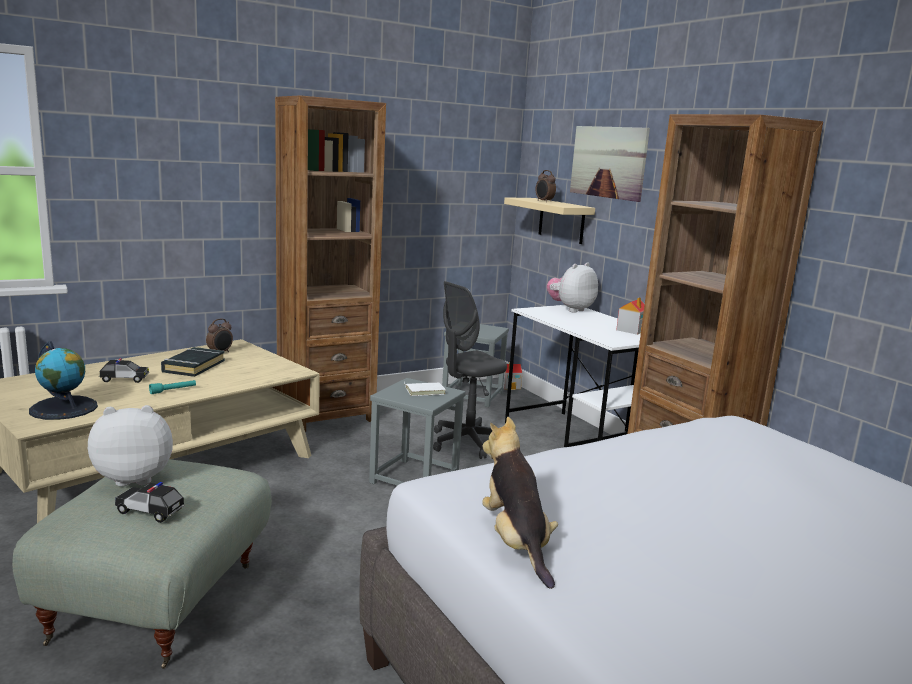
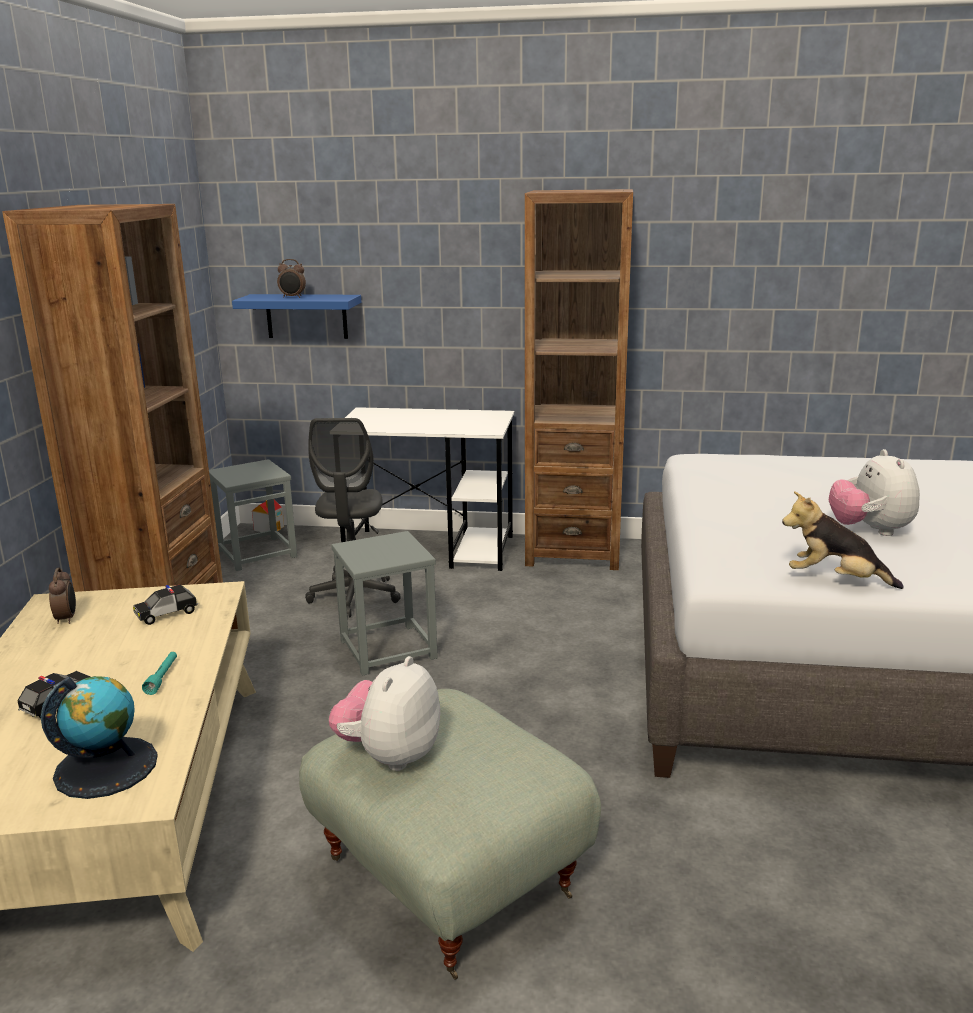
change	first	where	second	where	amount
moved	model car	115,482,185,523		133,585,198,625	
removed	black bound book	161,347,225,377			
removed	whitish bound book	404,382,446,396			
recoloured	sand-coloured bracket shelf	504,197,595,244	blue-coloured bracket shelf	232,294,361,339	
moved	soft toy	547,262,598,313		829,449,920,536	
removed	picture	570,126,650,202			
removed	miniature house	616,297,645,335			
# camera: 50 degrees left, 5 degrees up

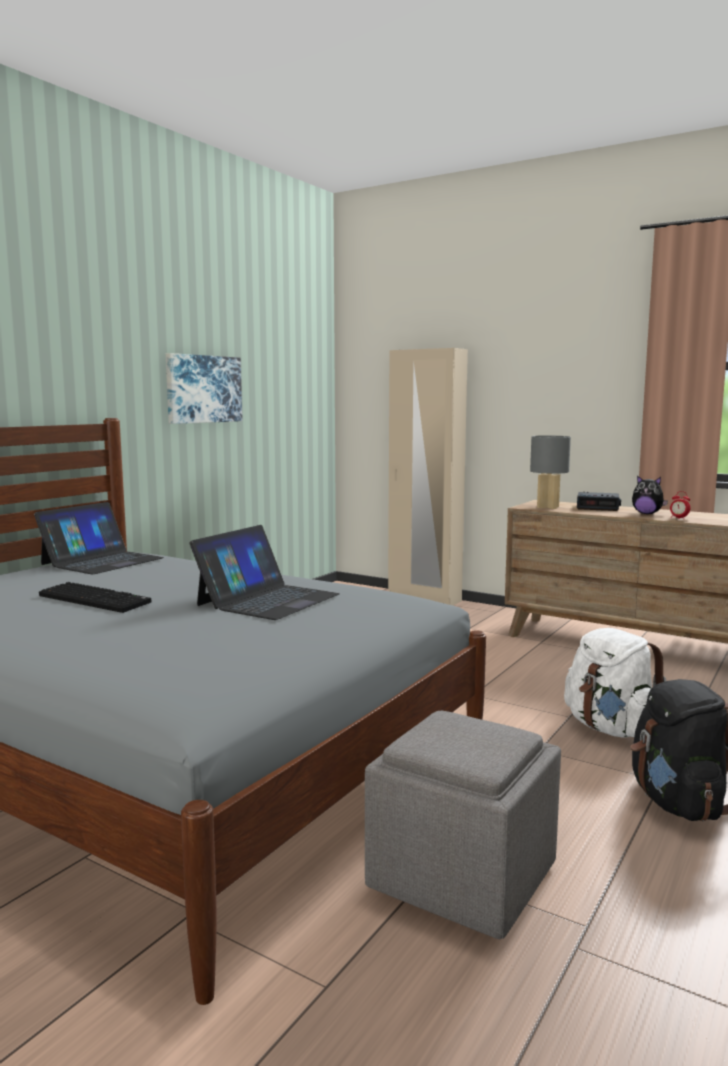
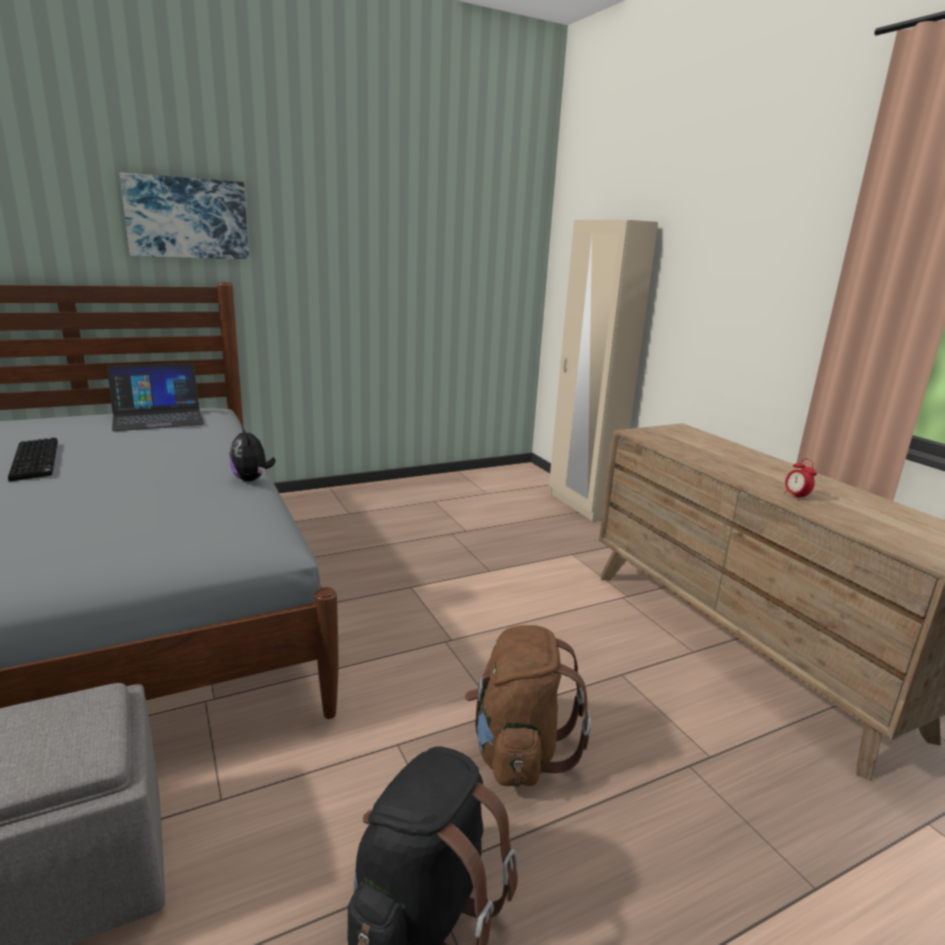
change	first	where	second	where	amount
moved	picture	166,353,242,424		120,172,249,259	
removed	notebook computer	189,525,340,620			
removed	greyish lamp for a table	530,436,571,509			
recoloured	whitish rucksack	564,628,666,738	brownish rucksack	465,625,591,787	
removed	bedside clock	577,492,621,511			
moved	soft toy	632,476,668,514		229,426,276,481	
# camera: 30 degrees right, 10 degrees up

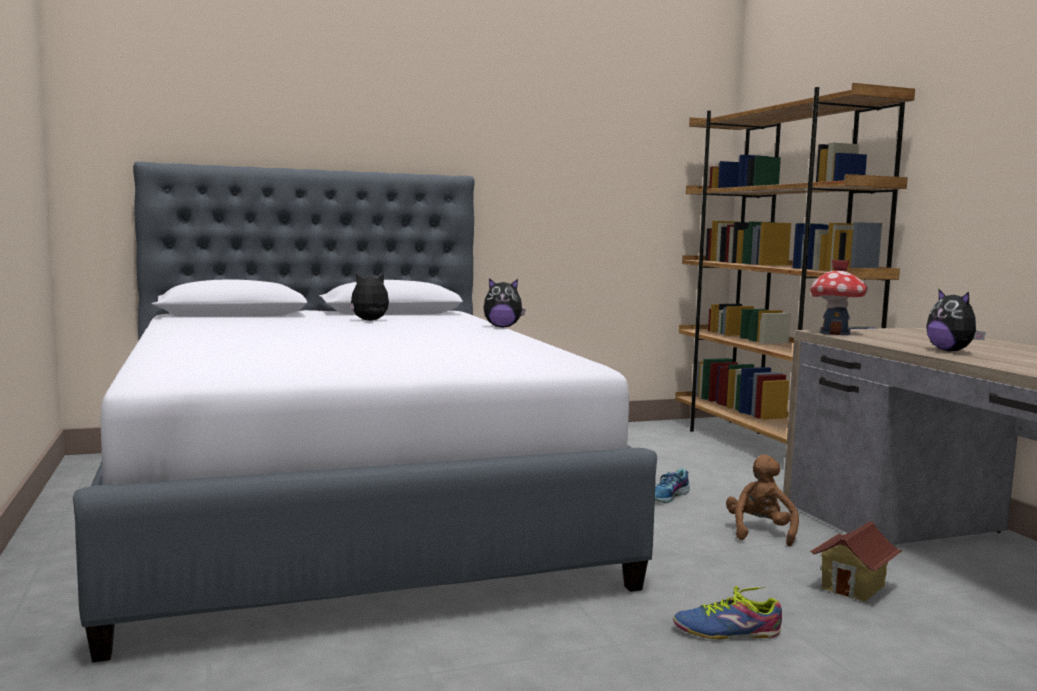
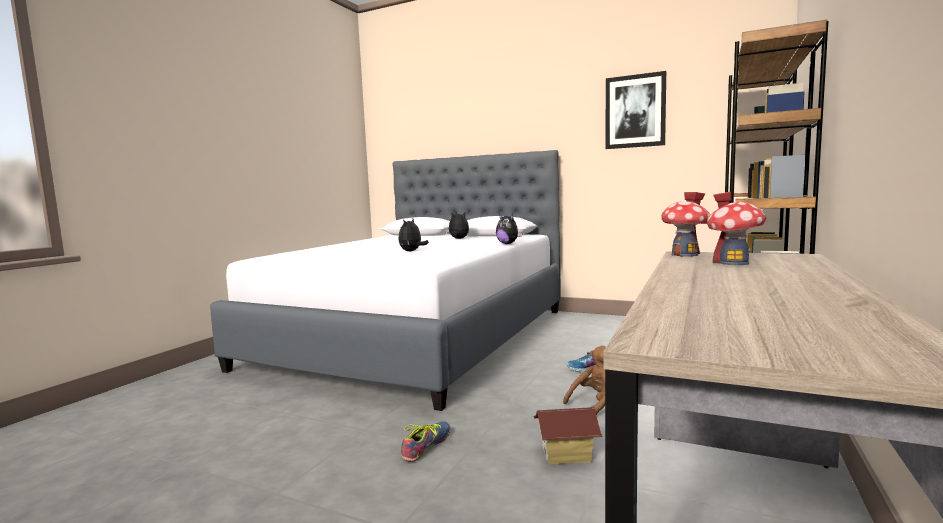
change	first	where	second	where	amount
turned	item of footwear	673,586,782,640		401,421,450,462	75 degrees clockwise
moved	soft toy	926,289,986,351		398,219,429,251	
added			picture	606,71,666,149	
added			miniature house	707,192,766,265	
# camera: 45 degrees right, 0 degrees up

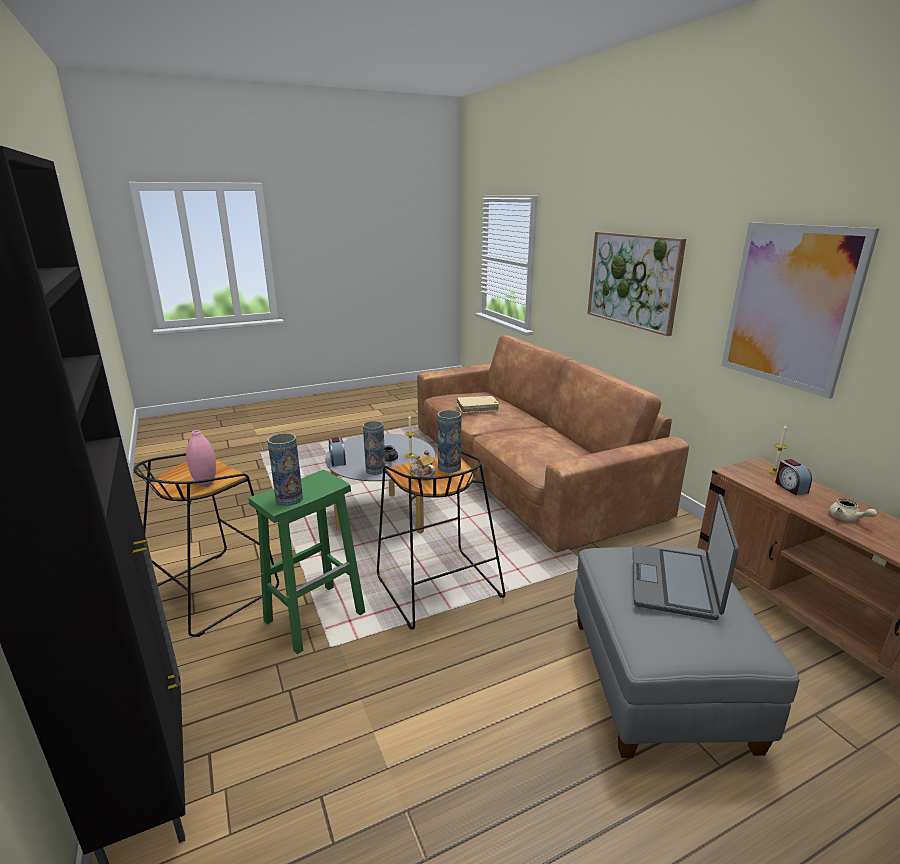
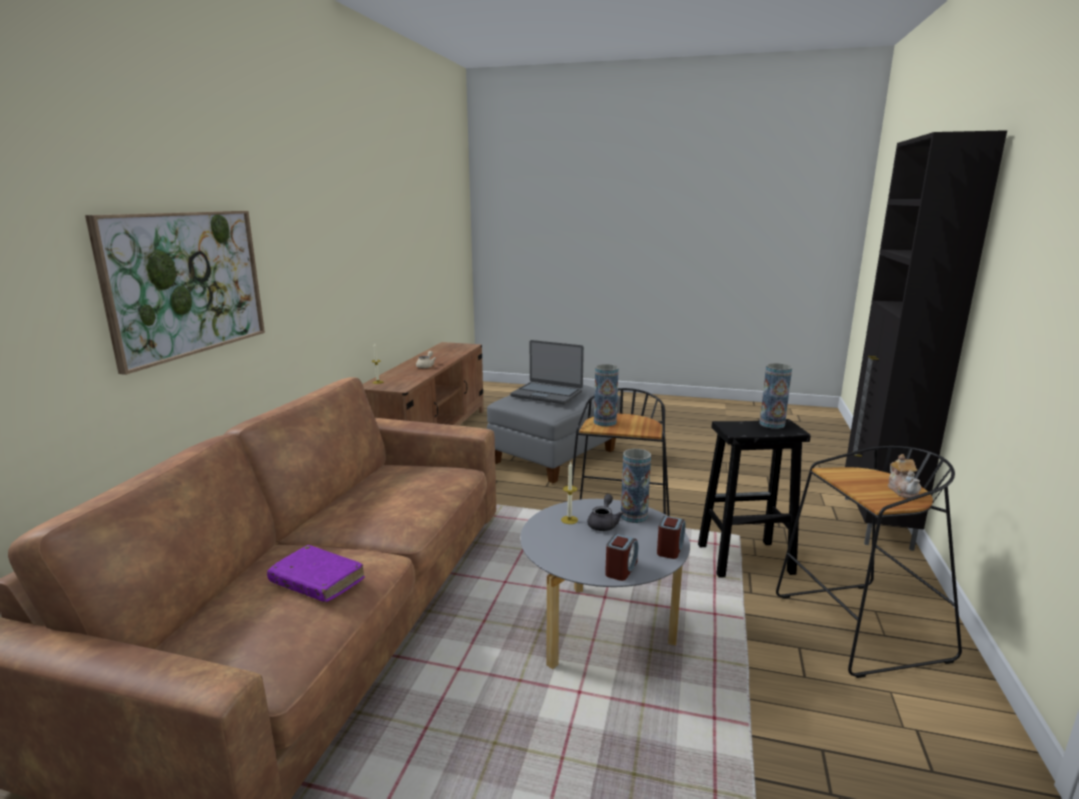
change	first	where	second	where	amount
removed	pink decorative vase	186,430,216,487			
recoloured	greenish stool	248,470,365,654	black stool	698,419,811,578	
moved	teapot	410,450,435,481		888,454,921,498	
recoloured	sand-coloured bound book	457,396,499,413	purplish bound book	267,545,365,602	
turned	notebook computer	633,494,739,620		510,340,584,404	60 degrees clockwise
removed	picture	721,222,879,399			
moved	bedside clock	775,459,812,495		605,534,639,581	
# camera: 140 degrees left, 5 degrees down

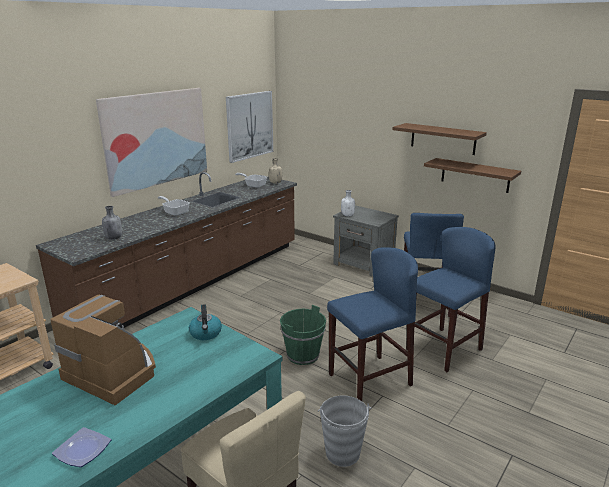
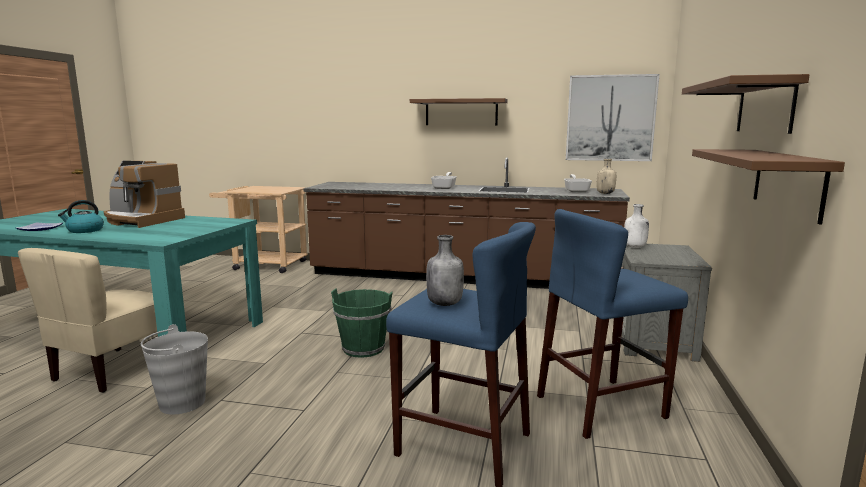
change	first	where	second	where	amount
turned	coffee brewer	50,295,156,405		104,161,185,228	105 degrees clockwise
replaced	picture	96,88,207,197	brownish bracket shelf	410,98,508,125	
moved	greyish bottle	102,206,122,240		426,235,464,306	
moved	kettle	189,304,222,340		58,200,104,233	
removed	blue-coloured stool	327,247,418,401			
# camera: 65 degrees right, 10 degrees down

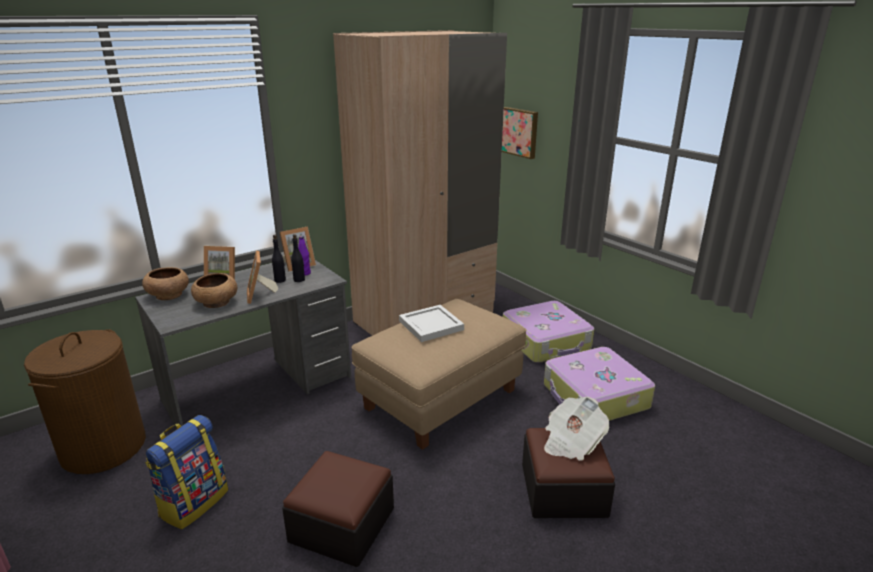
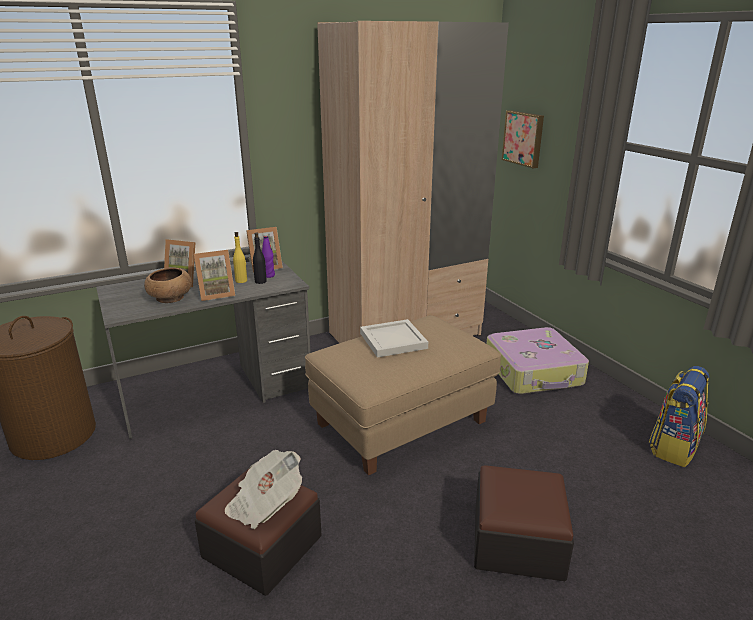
change	first	where	second	where	amount
removed	brownish bowl	142,267,189,300			
moved	rucksack	145,415,228,529		649,366,709,467	
turned	photo frame	247,251,279,304		194,250,235,301	105 degrees counterclockwise
recoloured	black bottle	272,235,286,283	yellow-coloured bottle	233,232,247,283	
removed	travel case	544,347,655,421			
moved	daily paper	544,397,609,461		225,450,302,529	
# camera: 10 degrees right, 0 degrees up

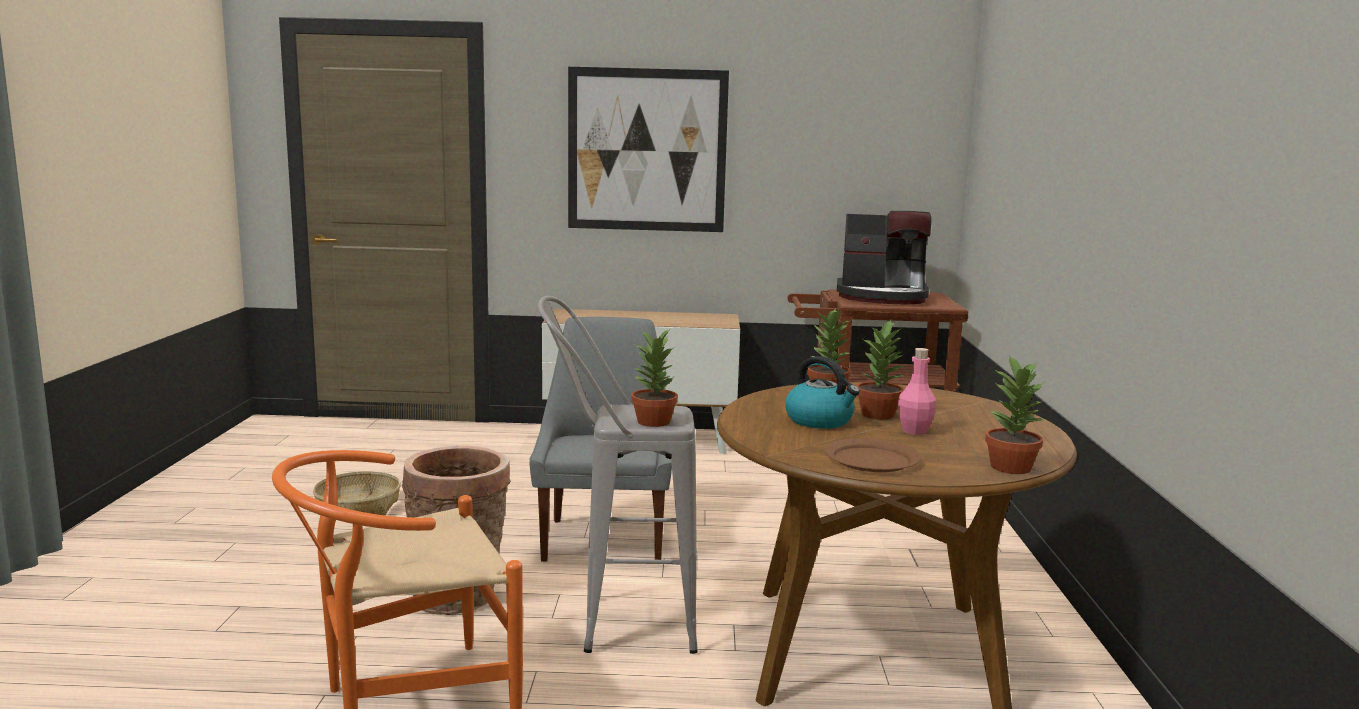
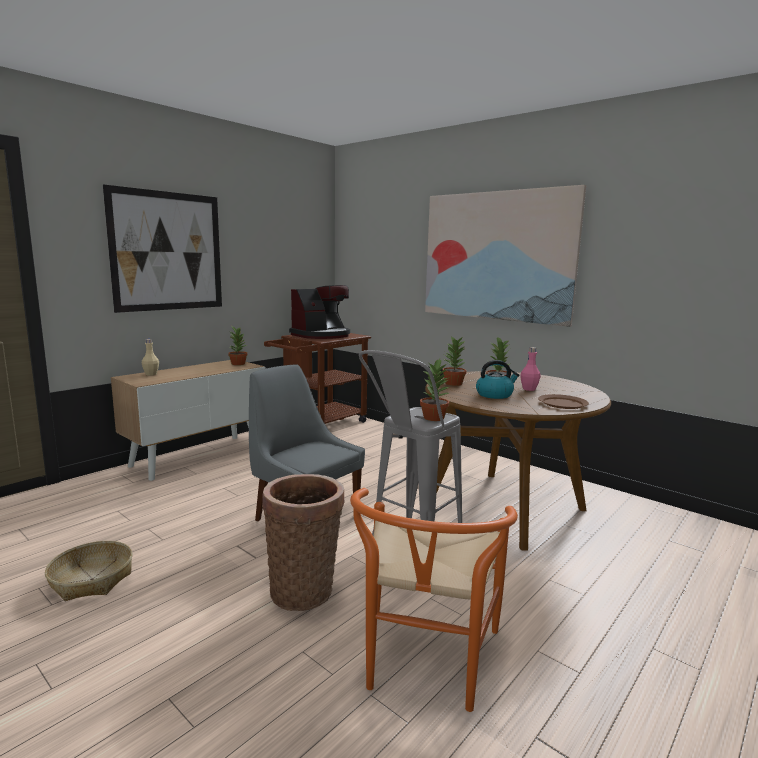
change	first	where	second	where	amount
moved	potted plant	985,355,1044,474		228,327,247,365	
added			sand-coloured bottle	142,339,159,376	
added			picture	425,185,586,327	
# camera: 50 degrees left, 0 degrees up

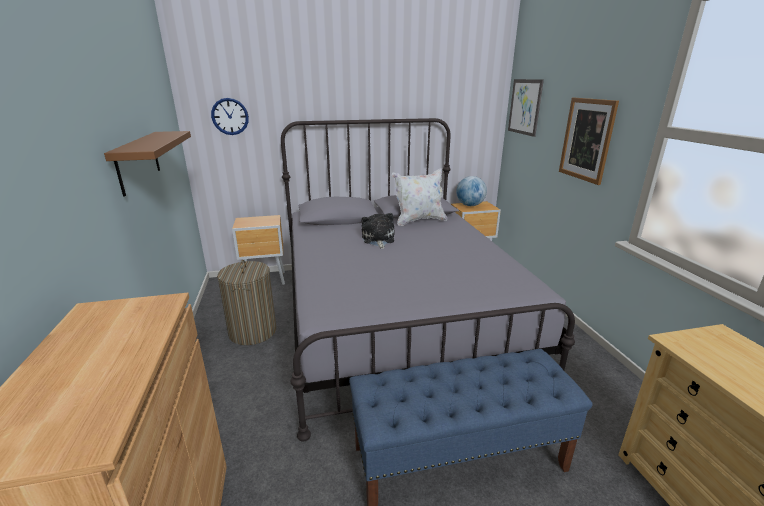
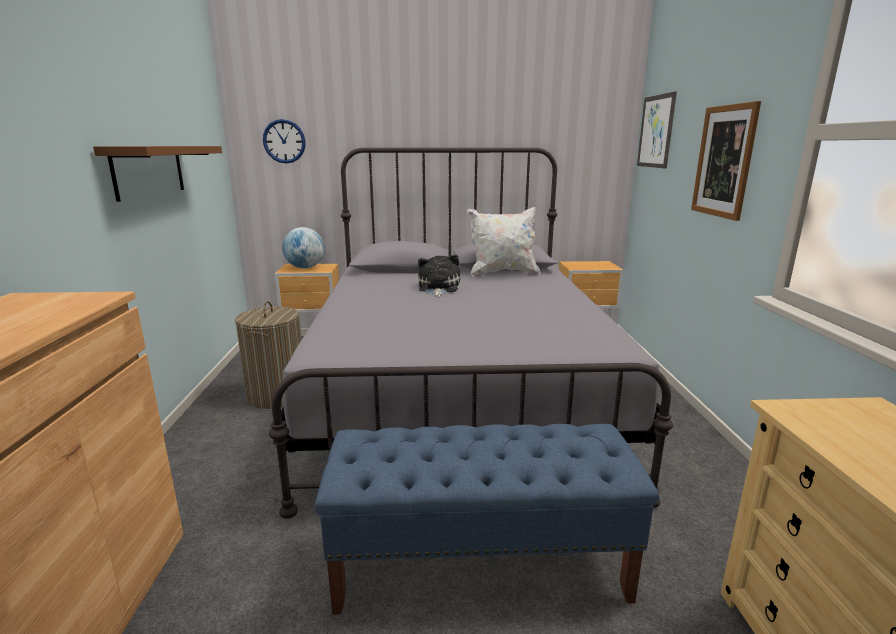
change	first	where	second	where	amount
moved	globe	456,176,487,206		282,227,325,269	
# camera: 10 degrees right, 5 degrees down

